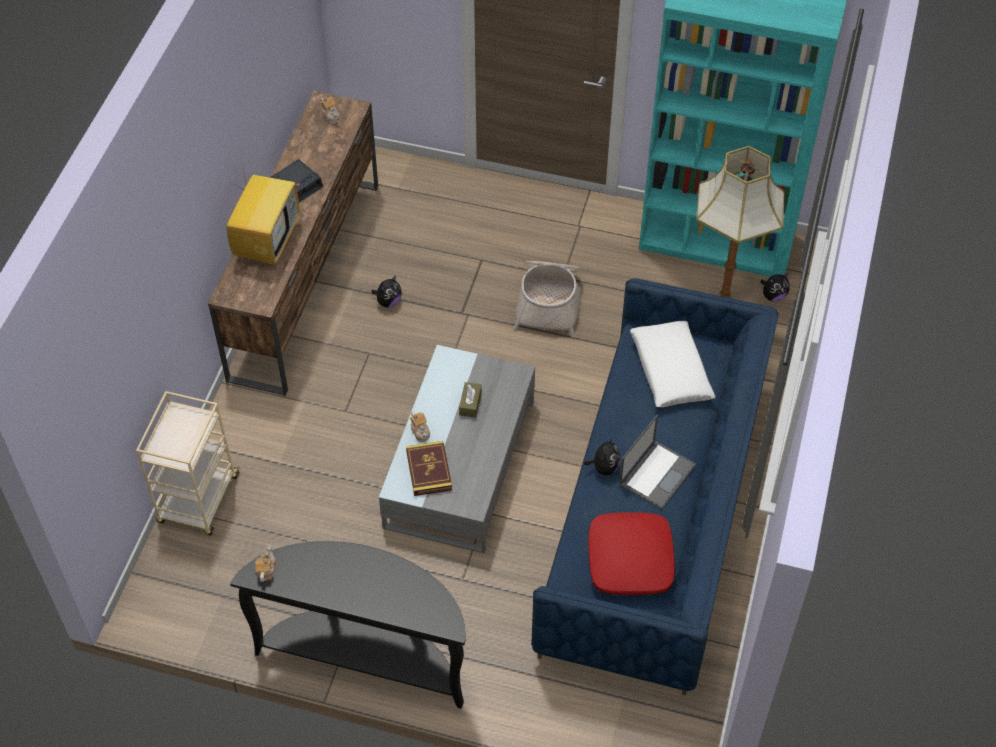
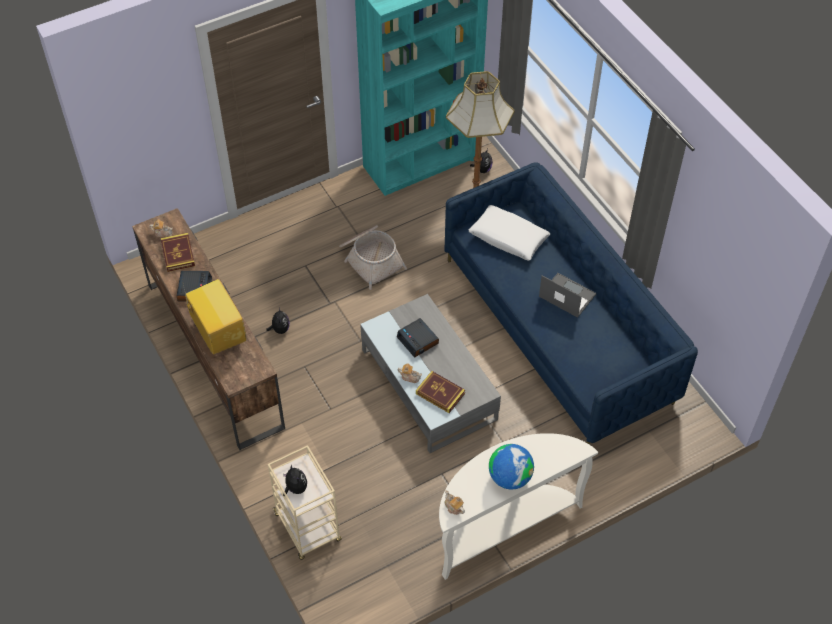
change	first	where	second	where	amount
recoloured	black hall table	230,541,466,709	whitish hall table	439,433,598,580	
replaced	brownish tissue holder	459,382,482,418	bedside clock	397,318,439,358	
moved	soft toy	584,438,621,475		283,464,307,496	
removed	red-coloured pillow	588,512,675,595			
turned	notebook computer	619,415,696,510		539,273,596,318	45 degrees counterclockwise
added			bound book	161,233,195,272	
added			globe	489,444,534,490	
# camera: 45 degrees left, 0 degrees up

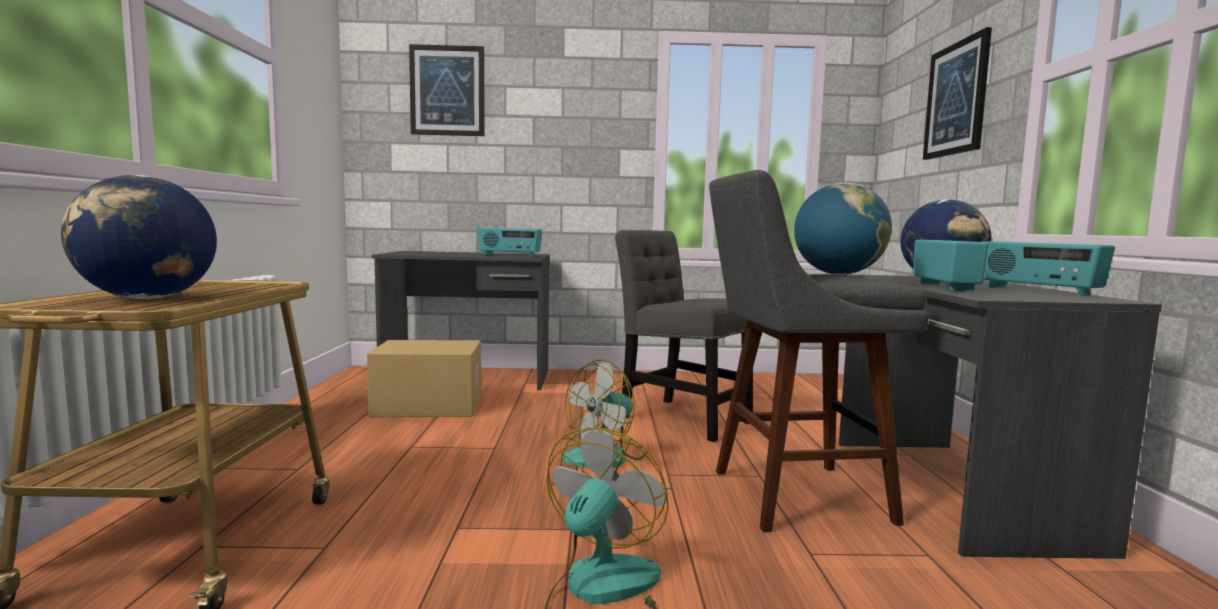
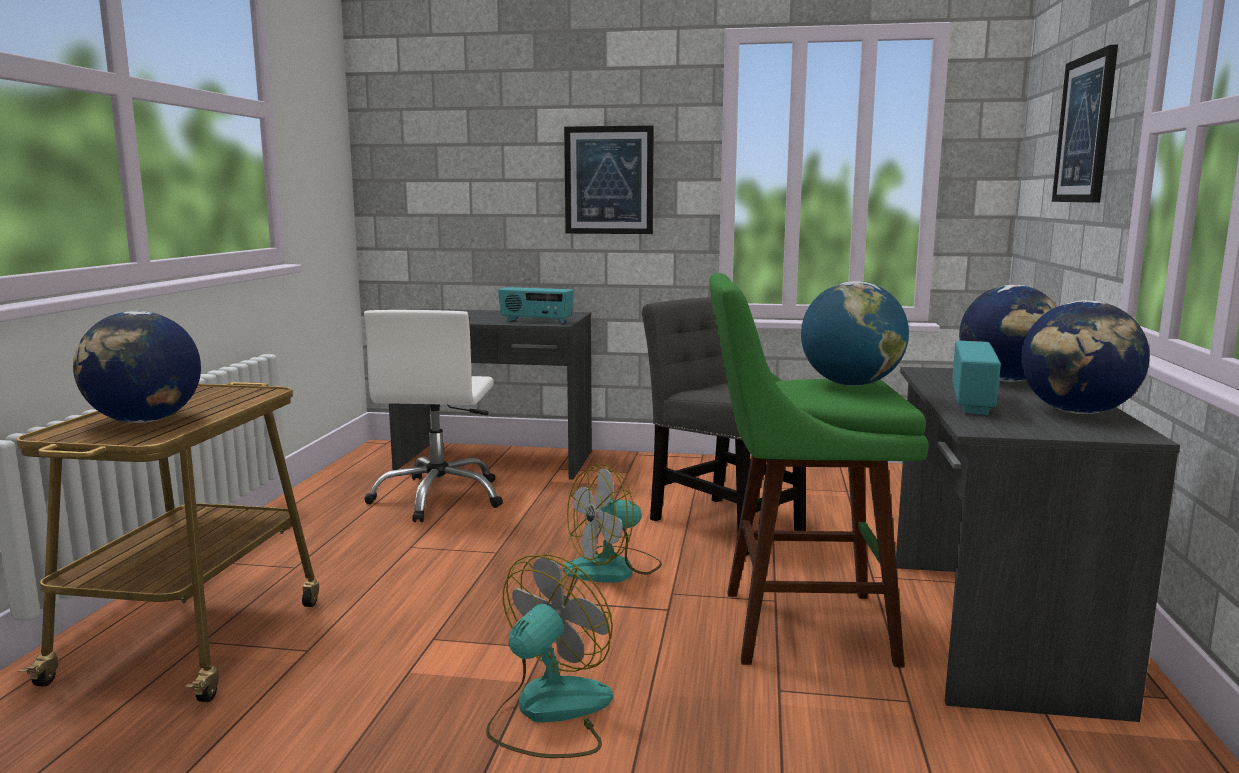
change	first	where	second	where	amount
replaced	cardboard box	367,340,481,417	whitish computer chair	364,310,503,522	
moved	picture	409,44,485,136		564,125,654,234	
recoloured	greyish stool	709,170,928,532	greenish stool	709,273,929,667	
replaced	radio	982,241,1115,296	globe	1021,300,1150,414	
# camera: 10 degrees right, 5 degrees up

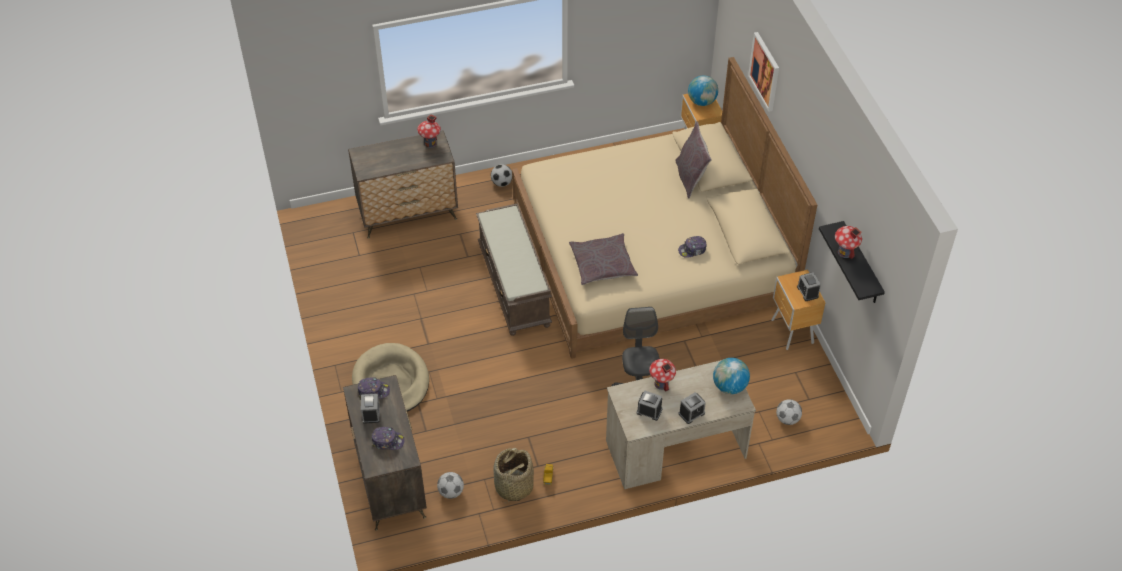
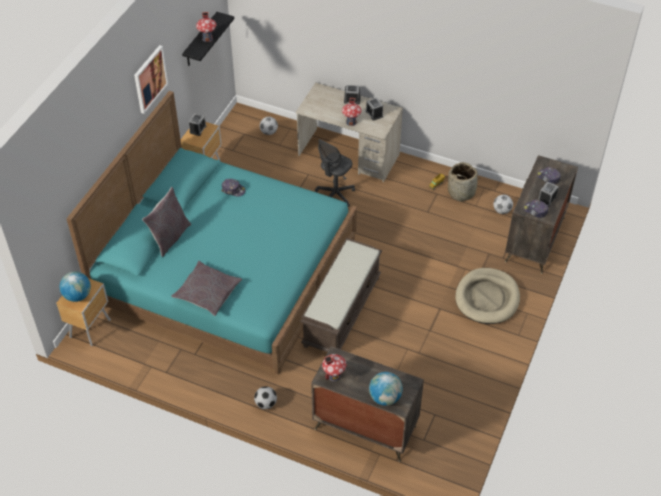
change	first	where	second	where	amount
recoloured	sand-coloured bedroom bed	512,57,817,359	turquoise-coloured bedroom bed	66,91,357,375	
moved	greyish pillow	569,233,638,285		171,261,242,316	
moved	globe	713,358,750,394		369,372,403,406	
moved	picture	748,32,779,112		134,45,168,114	
# camera: 140 degrees left, 0 degrees up

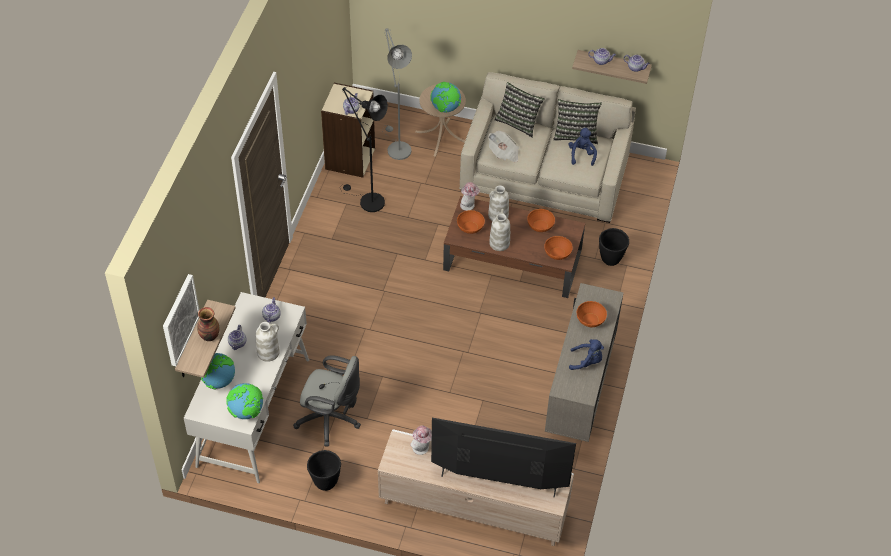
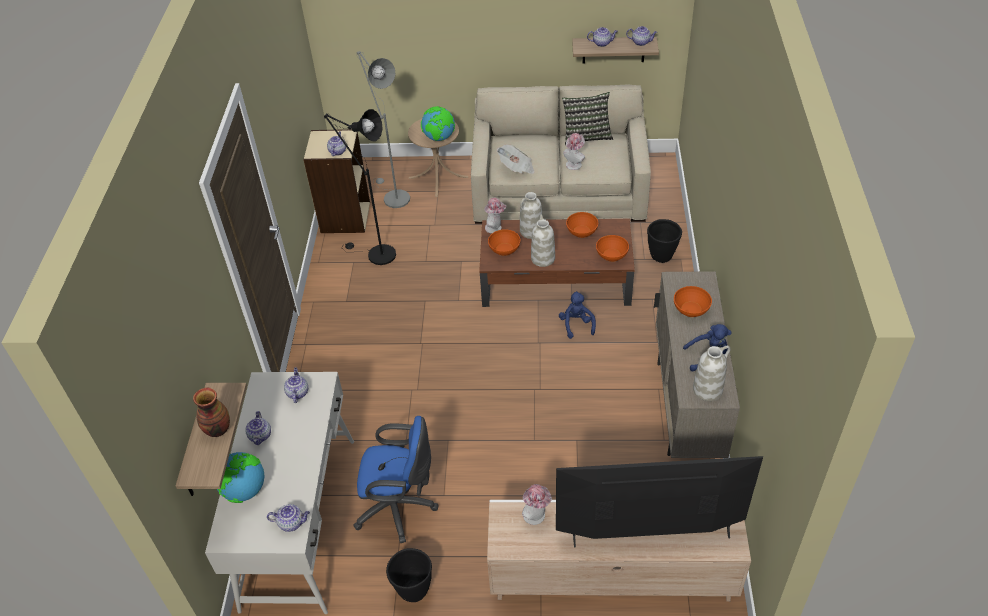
change	first	where	second	where	amount
removed	picture	163,274,199,366			
replaced	globe	226,383,263,419	teapot	267,504,310,532	
moved	whitish decorative vase	256,322,280,362		693,346,730,401	
recoloured	greyish computer chair	293,355,361,446	blue-coloured computer chair	353,416,438,543	
removed	pillow	495,82,544,138			
moved	blue-coloured soft toy	568,127,597,166		559,291,596,339	
added			hat	563,133,585,170	
# camera: 10 degrees left, 5 degrees down

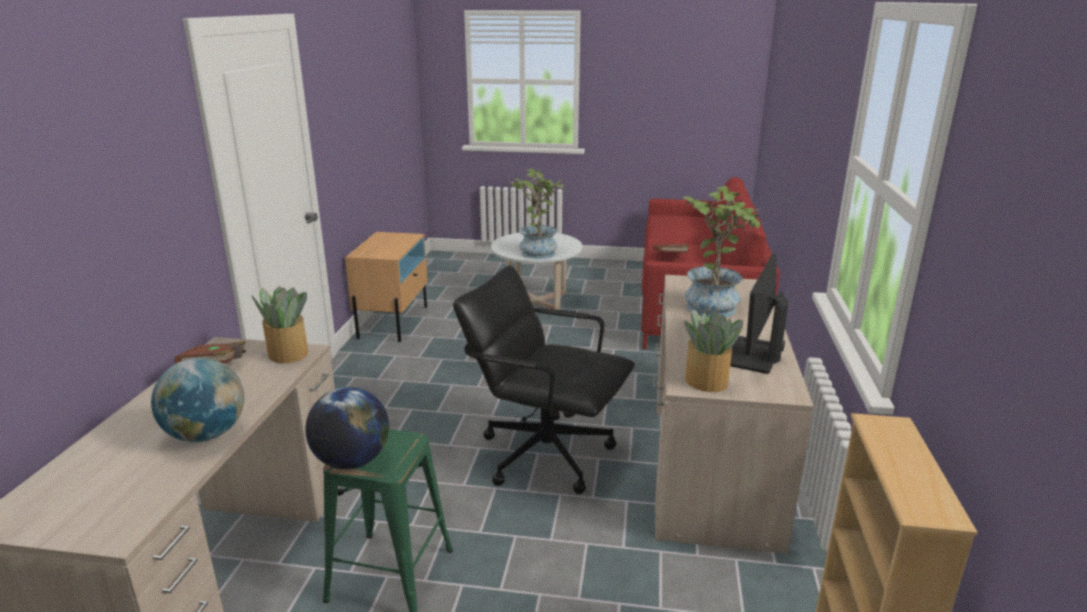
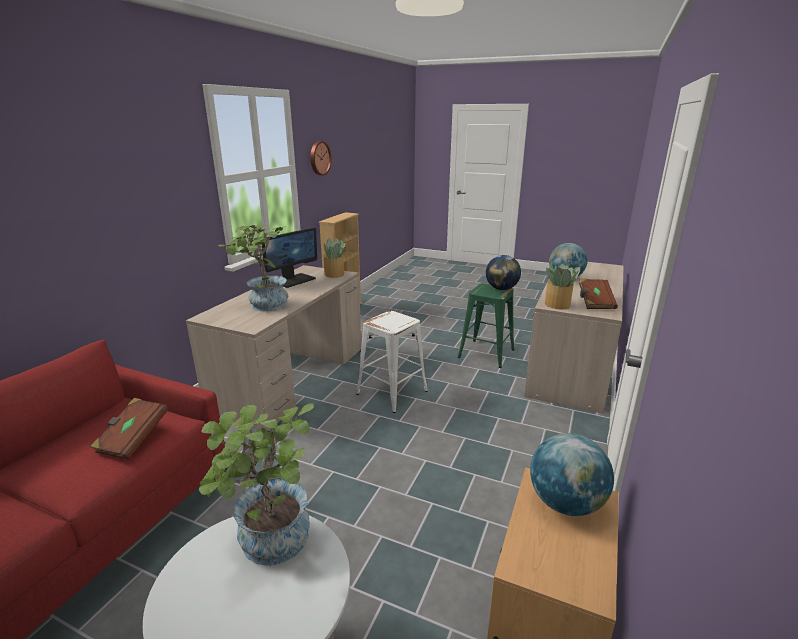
change	first	where	second	where	amount
replaced	black computer chair	453,265,635,494	whitish stool	356,311,428,413	
added			wall clock	310,141,331,176	
added			globe	530,433,614,516	
# camera: 165 degrees left, 0 degrees up

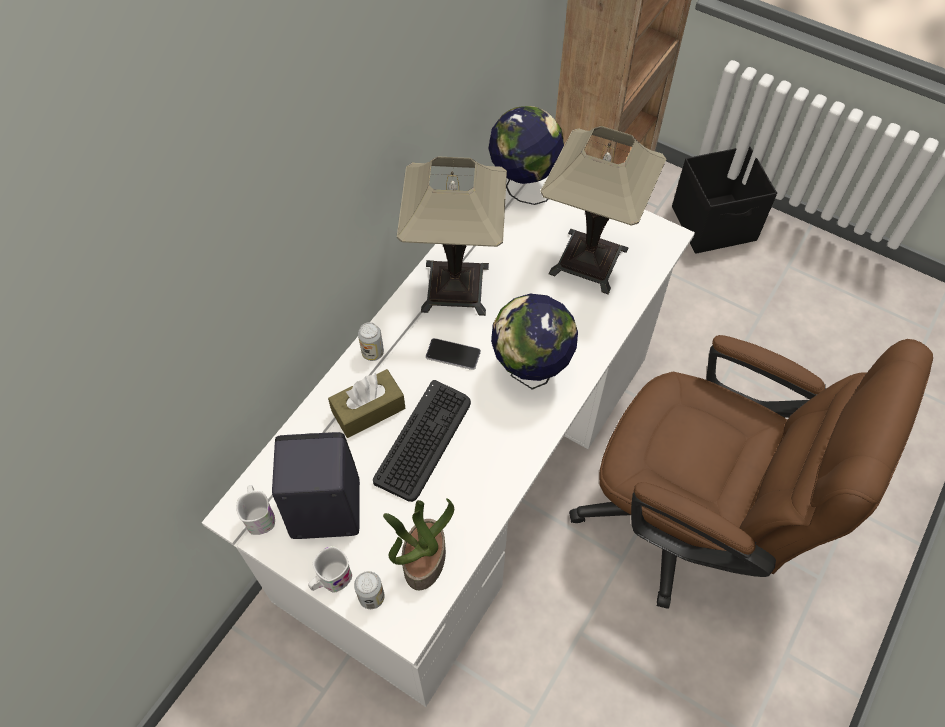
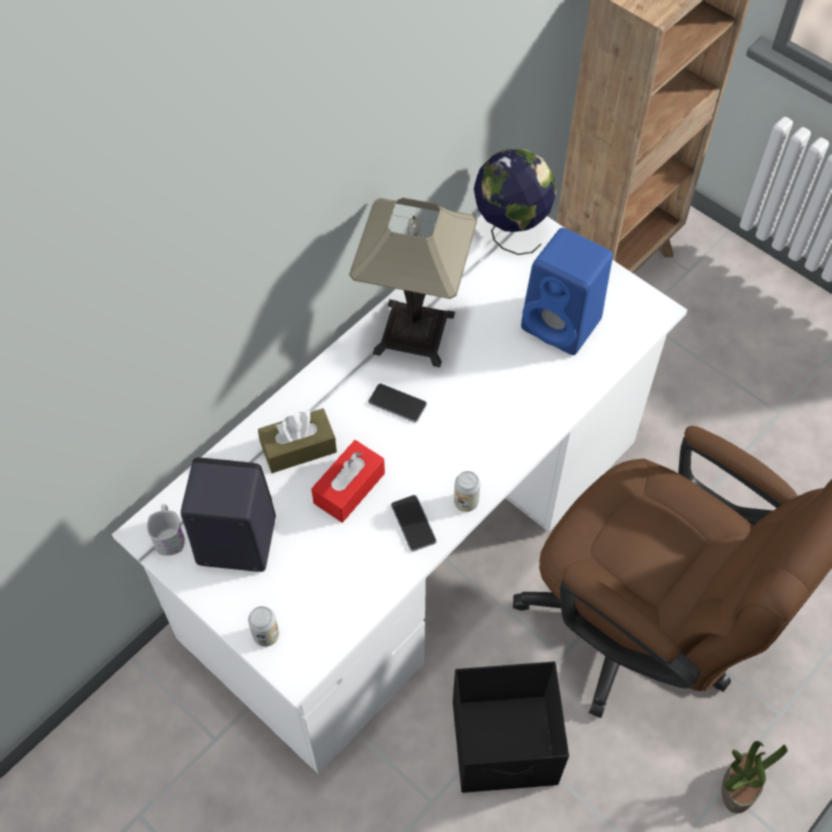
change	first	where	second	where	amount
removed	whitish tea mug	308,546,352,593			
moved	metal can	358,322,384,361		454,471,480,512	
replaced	keyboard	373,380,471,502	red-coloured tissue holder	311,440,385,523	
moved	potted plant	383,498,454,590		722,741,788,813	
removed	globe	491,294,578,389			
replaced	lamp for a table	540,126,666,294	blue-coloured speaker	521,228,613,355	
moved	black storage container	672,146,777,254		453,661,569,793	
added			phone	391,495,437,552	
# camera: 10 degrees right, 0 degrees up

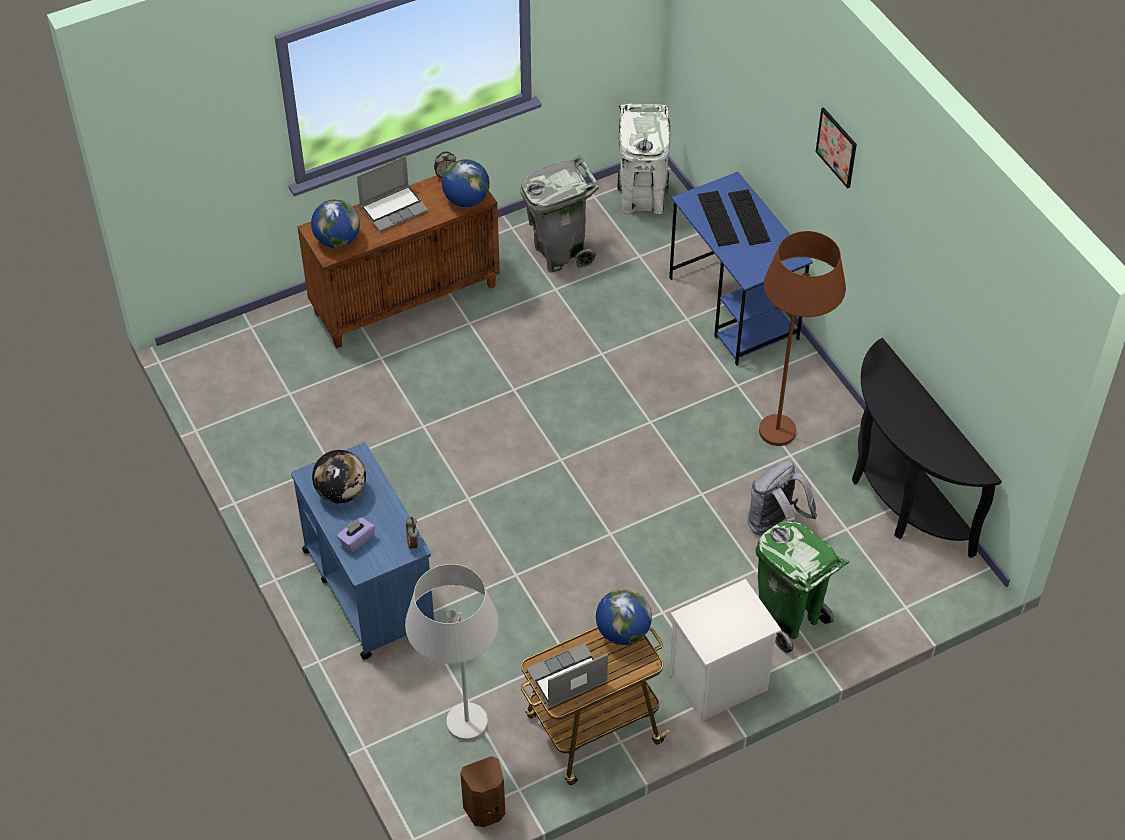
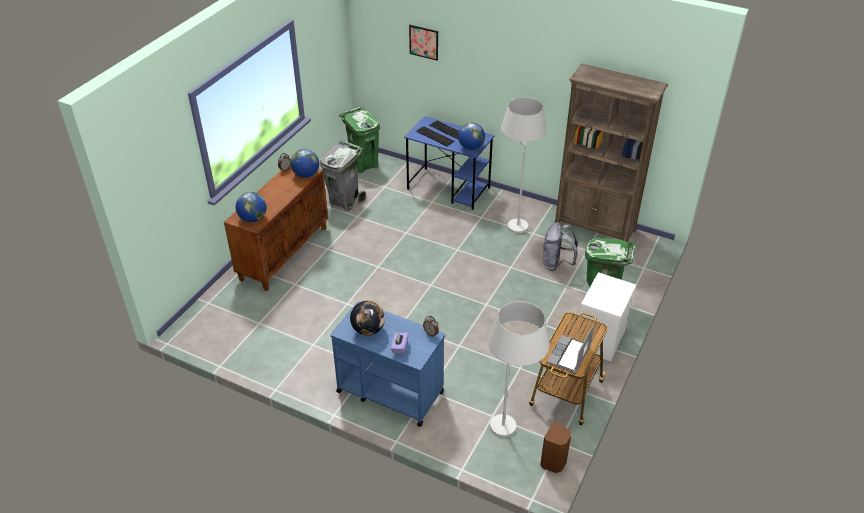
change	first	where	second	where	amount
removed	notebook computer	357,156,428,232			
moved	globe	596,589,652,645		458,123,485,150	
recoloured	whitish waste bin	617,104,671,214	greenish waste bin	339,107,380,173	
recoloured	brownish floor lamp	759,231,846,446	whitish floor lamp	501,97,546,234	
moved	picture	816,107,857,189		409,25,438,61	
replaced	black hall table	852,338,1002,558	brownish bookshelf	555,63,668,242	
# camera: 35 degrees left, 10 degrees down

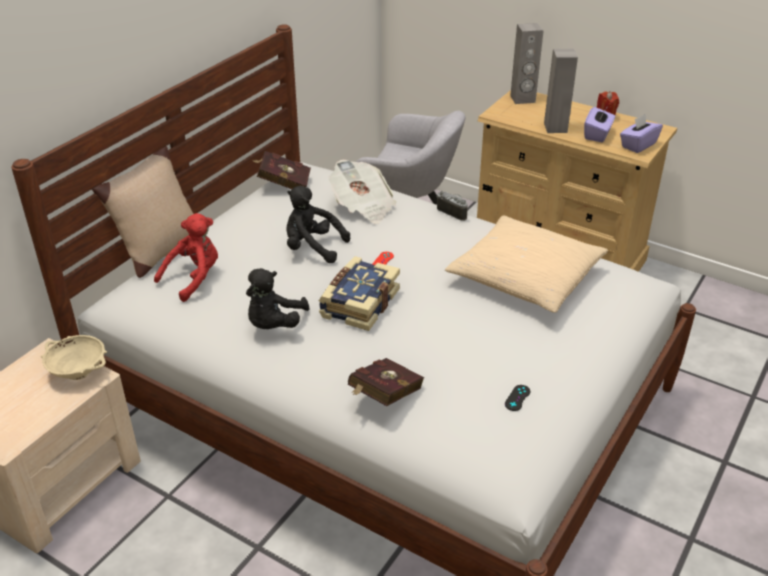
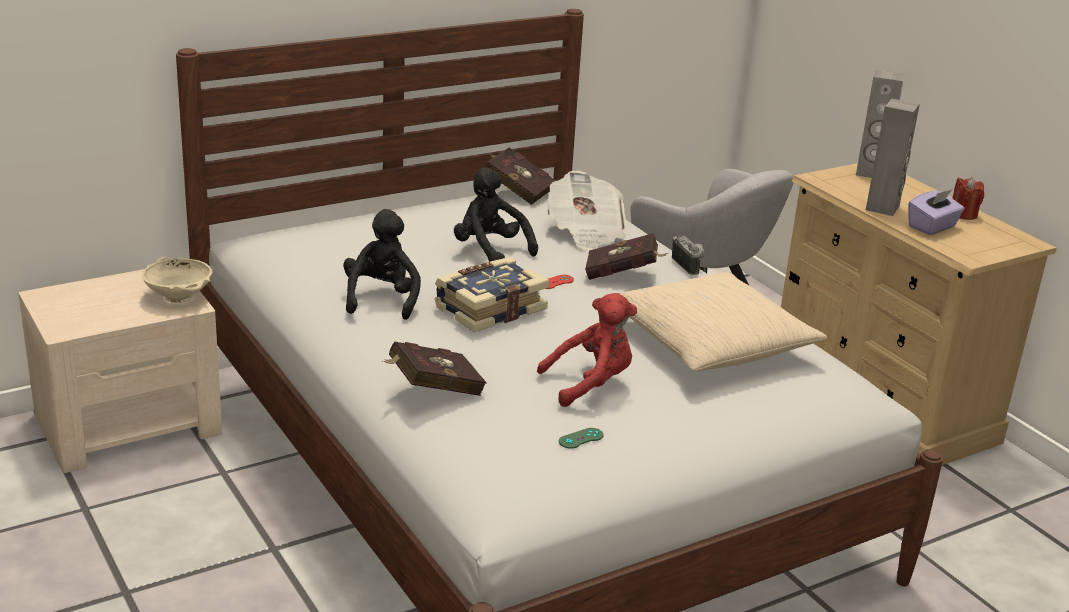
change	first	where	second	where	amount
removed	sand-coloured pillow	92,146,194,278			
moved	red-coloured soft toy	154,213,218,302		537,293,637,407	
turned	black soft toy	246,268,310,329		343,209,421,320	135 degrees clockwise
recoloured	black joypad	505,385,530,411	greenish joypad	559,428,603,449	
removed	purplish tissue holder	620,114,663,153			
added			red-coloured bound book	585,233,669,280	
# camera: 25 degrees right, 10 degrees down

